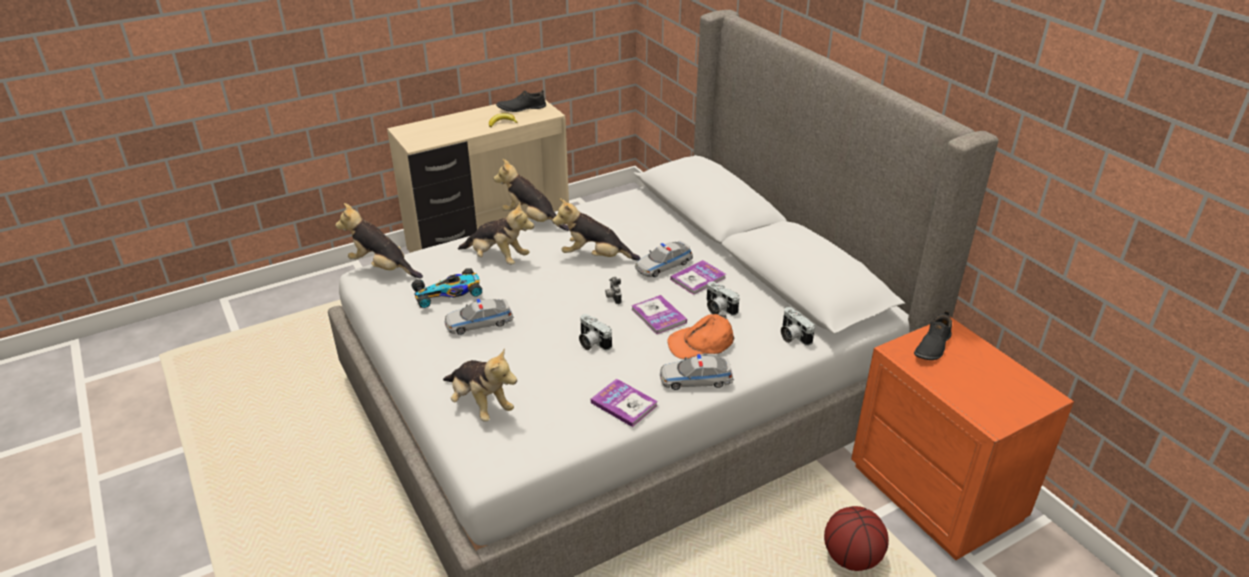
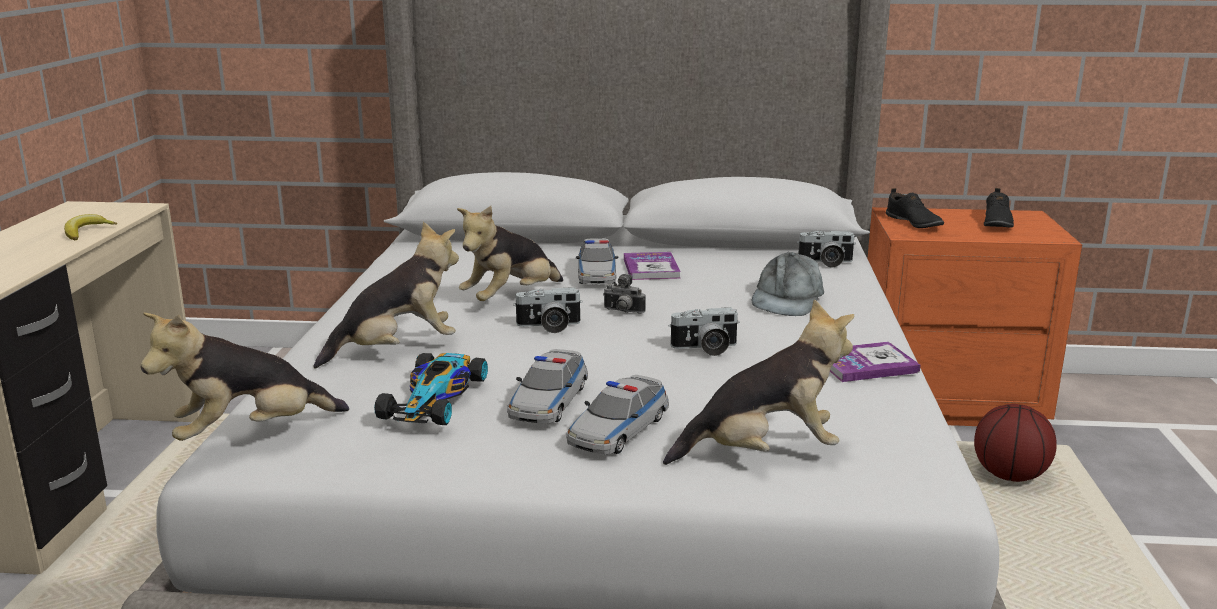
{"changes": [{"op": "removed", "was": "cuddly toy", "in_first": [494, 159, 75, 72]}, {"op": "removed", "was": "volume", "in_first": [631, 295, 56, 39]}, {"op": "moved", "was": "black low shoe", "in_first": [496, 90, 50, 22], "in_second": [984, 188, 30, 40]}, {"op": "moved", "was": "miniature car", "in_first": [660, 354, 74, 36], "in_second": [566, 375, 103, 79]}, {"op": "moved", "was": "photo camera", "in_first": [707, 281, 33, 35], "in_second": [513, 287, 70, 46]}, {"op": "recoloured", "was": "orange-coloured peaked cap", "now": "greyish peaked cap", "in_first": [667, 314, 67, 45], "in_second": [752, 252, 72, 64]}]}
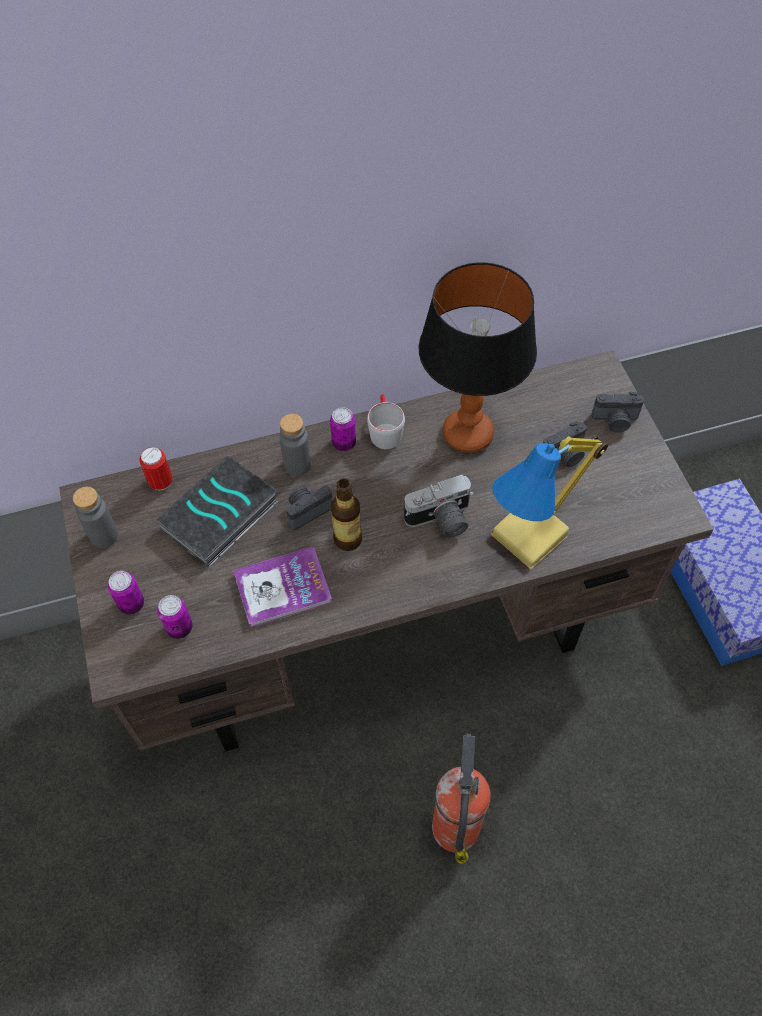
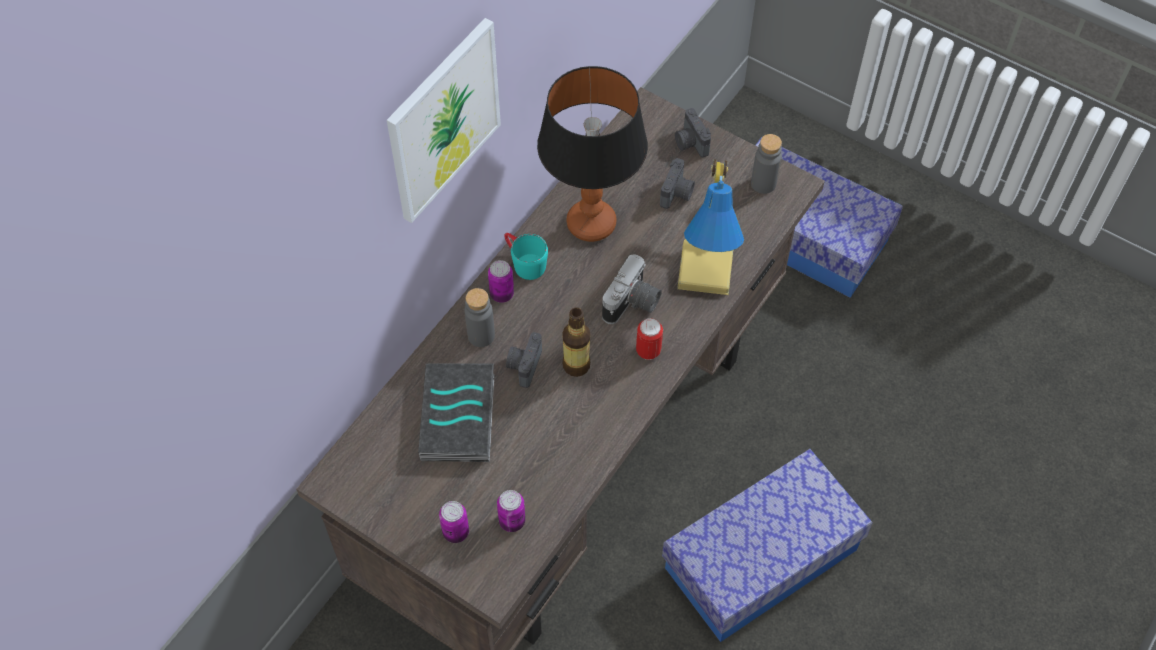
{"changes": [{"op": "removed", "was": "volume", "in_first": [233, 546, 100, 82]}, {"op": "added", "now": "wall art", "in_second": [387, 18, 114, 205]}, {"op": "moved", "was": "greyish beverage bottle", "in_first": [73, 487, 45, 61], "in_second": [751, 134, 31, 60]}, {"op": "moved", "was": "can", "in_first": [139, 447, 34, 43], "in_second": [636, 318, 27, 42]}, {"op": "replaced", "was": "fire-fighting cylinder", "now": "storage container", "in_first": [432, 733, 59, 131], "in_second": [662, 449, 211, 193]}, {"op": "recoloured", "was": "greyish tea mug", "now": "turquoise-coloured tea mug", "in_first": [367, 394, 38, 55], "in_second": [504, 233, 44, 47]}, {"op": "turned", "was": "photo camera", "in_first": [592, 392, 52, 40], "in_second": [675, 108, 36, 49], "clockwise": 105}]}
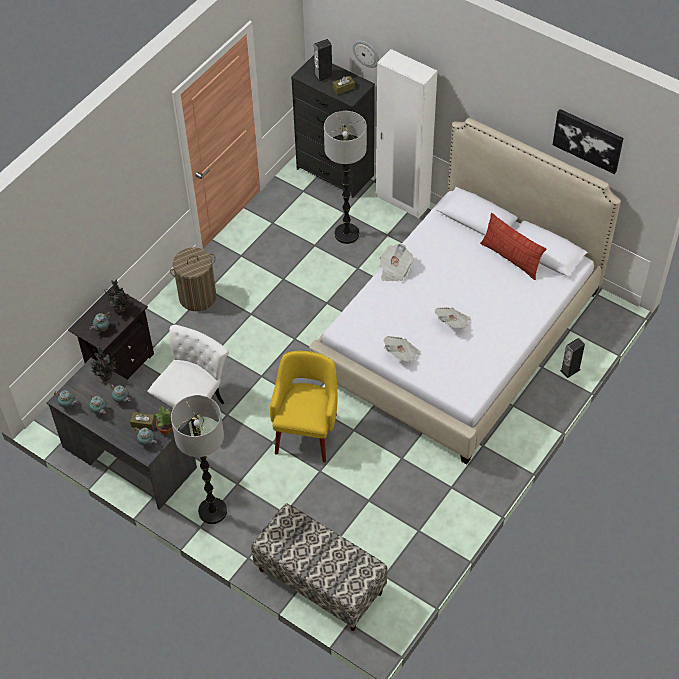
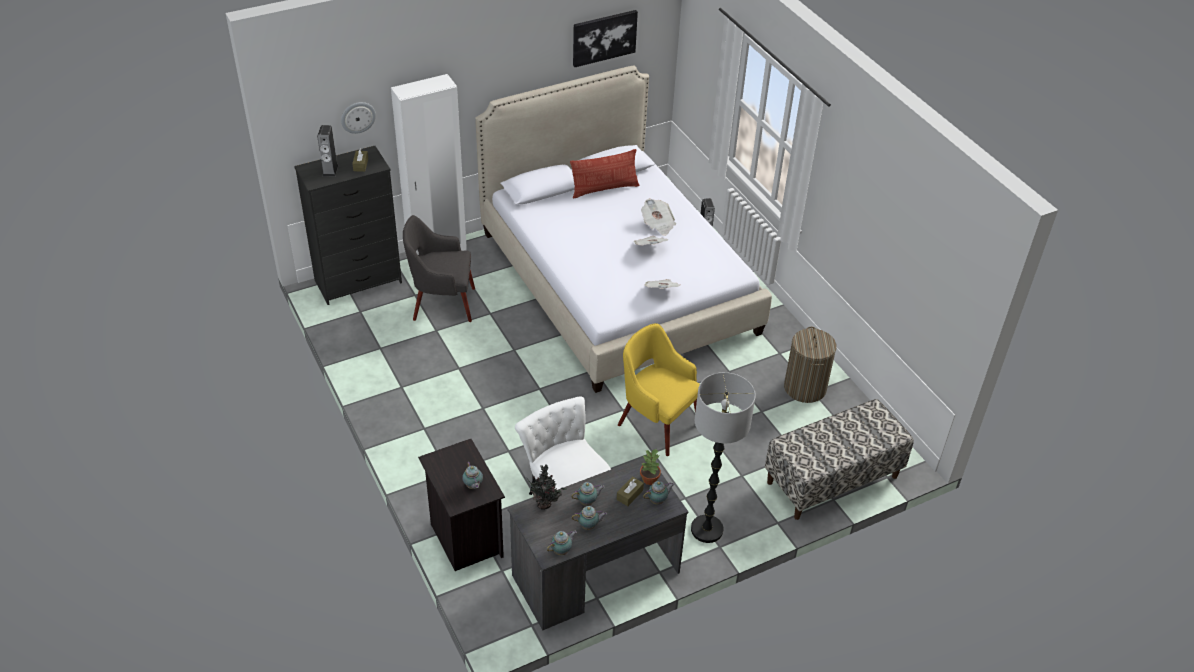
{"changes": [{"op": "removed", "was": "plant in a pot", "in_first": [102, 279, 32, 35]}, {"op": "moved", "was": "laundry basket", "in_first": [170, 247, 46, 64], "in_second": [784, 327, 53, 76]}, {"op": "moved", "was": "daily paper", "in_first": [379, 244, 35, 37], "in_second": [641, 198, 35, 38]}, {"op": "replaced", "was": "standing lamp", "now": "greyish lounge chair", "in_first": [324, 111, 43, 133], "in_second": [403, 215, 72, 107]}]}
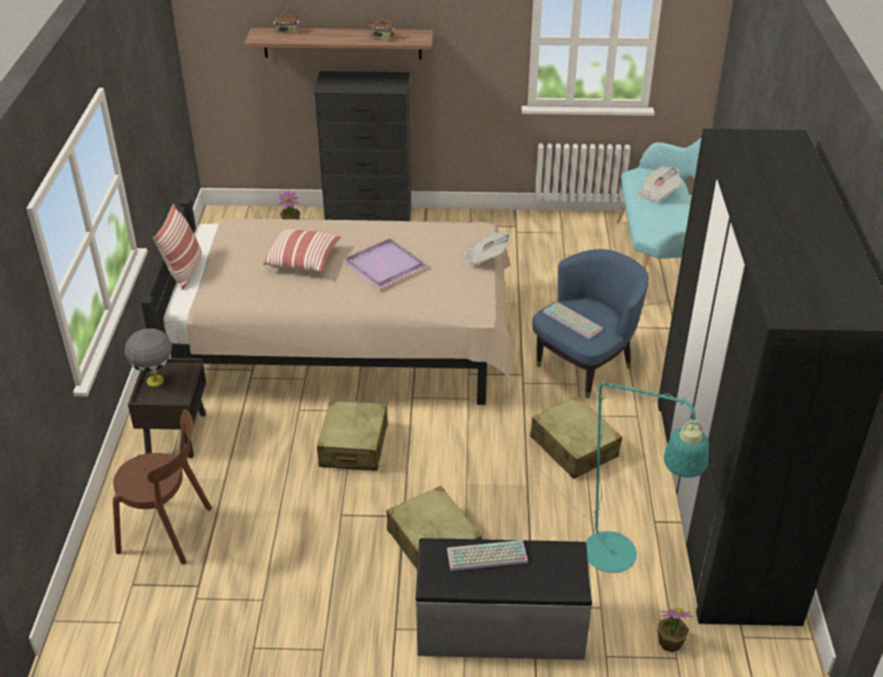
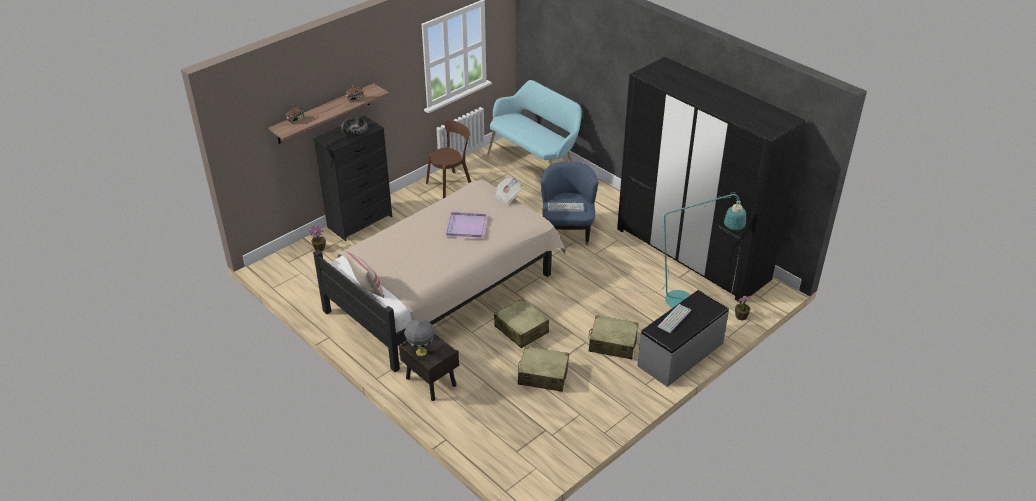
{"changes": [{"op": "removed", "was": "throw pillow", "in_first": [263, 229, 78, 43]}, {"op": "removed", "was": "daily paper", "in_first": [636, 166, 45, 36]}, {"op": "added", "now": "serving bowl", "in_second": [341, 118, 27, 18]}, {"op": "moved", "was": "brown upright chair", "in_first": [113, 409, 99, 156], "in_second": [426, 120, 45, 78]}, {"op": "moved", "was": "sand-coloured piece of luggage", "in_first": [530, 396, 92, 83], "in_second": [518, 346, 51, 46]}]}
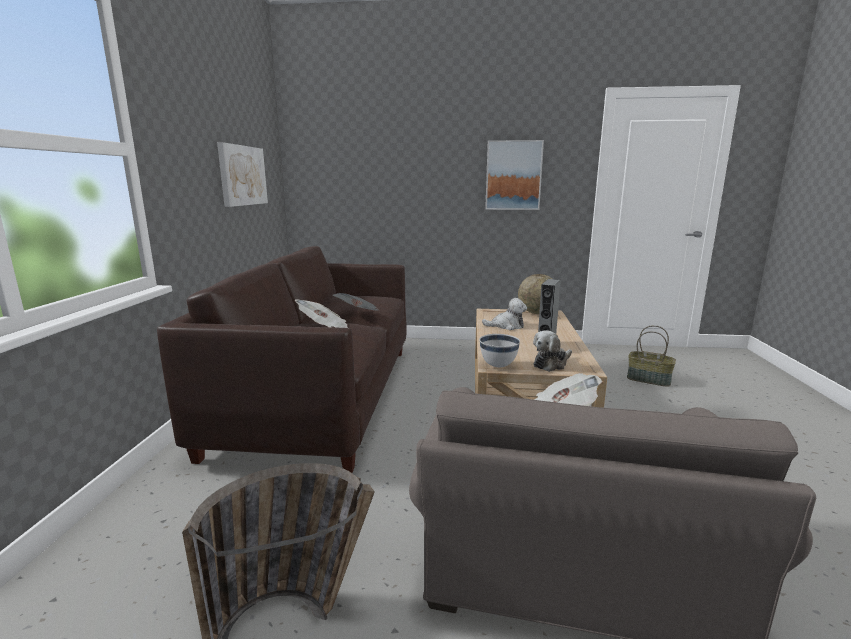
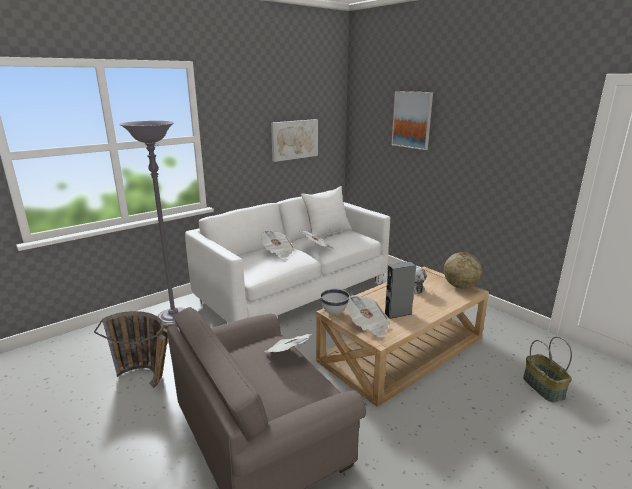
{"changes": [{"op": "added", "now": "greyish standing lamp", "in_second": [119, 121, 67, 206]}, {"op": "added", "now": "white-coloured throw pillow", "in_second": [301, 186, 51, 52]}, {"op": "moved", "was": "wall art", "in_first": [485, 140, 59, 70], "in_second": [392, 91, 41, 59]}, {"op": "replaced", "was": "cuddly toy", "now": "daily paper", "in_first": [533, 330, 39, 42], "in_second": [346, 295, 44, 43]}, {"op": "recoloured", "was": "brown couch", "now": "white-coloured couch", "in_first": [157, 246, 250, 227], "in_second": [185, 190, 205, 133]}]}
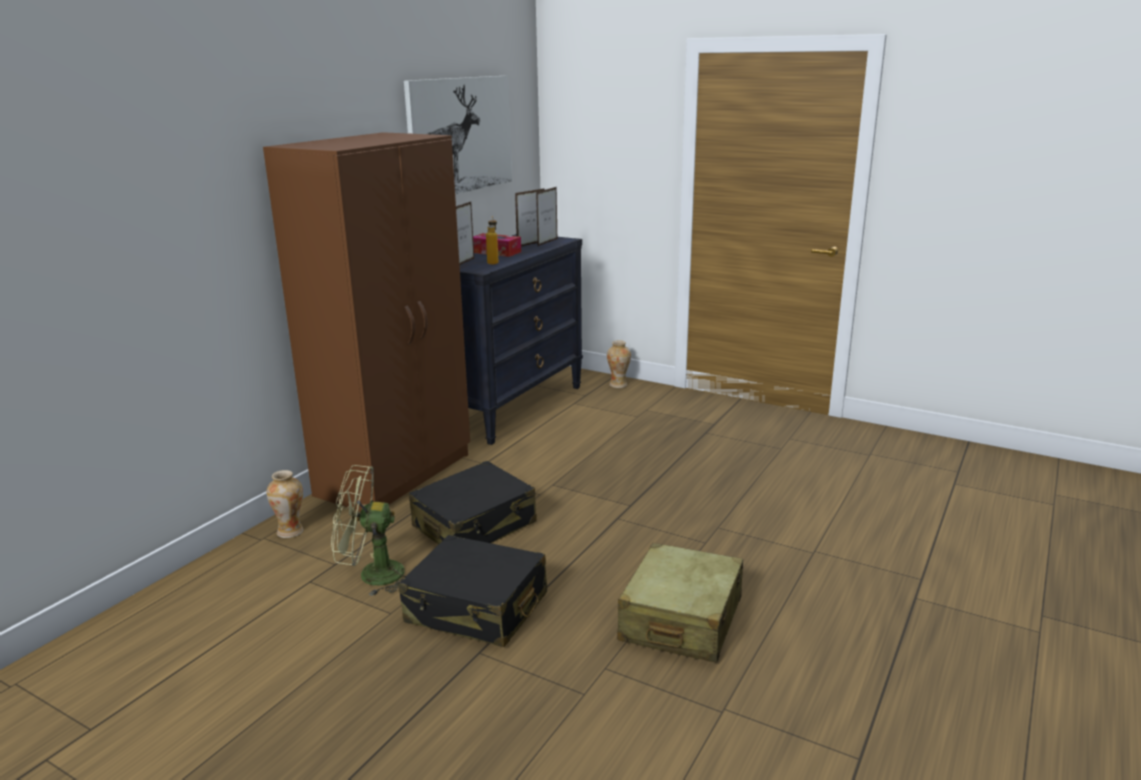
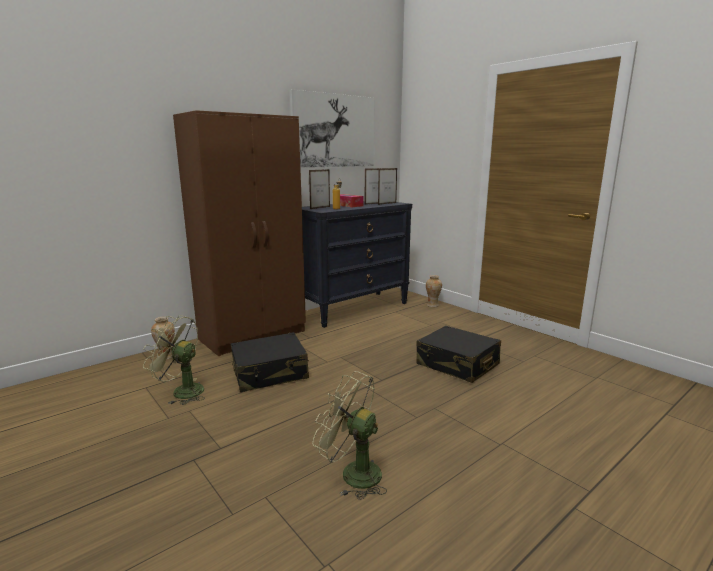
{"changes": [{"op": "moved", "was": "black piece of luggage", "in_first": [398, 535, 149, 112], "in_second": [416, 326, 85, 57]}, {"op": "replaced", "was": "sand-coloured piece of luggage", "now": "greenish cooling fan", "in_first": [617, 543, 126, 120], "in_second": [312, 371, 75, 129]}]}
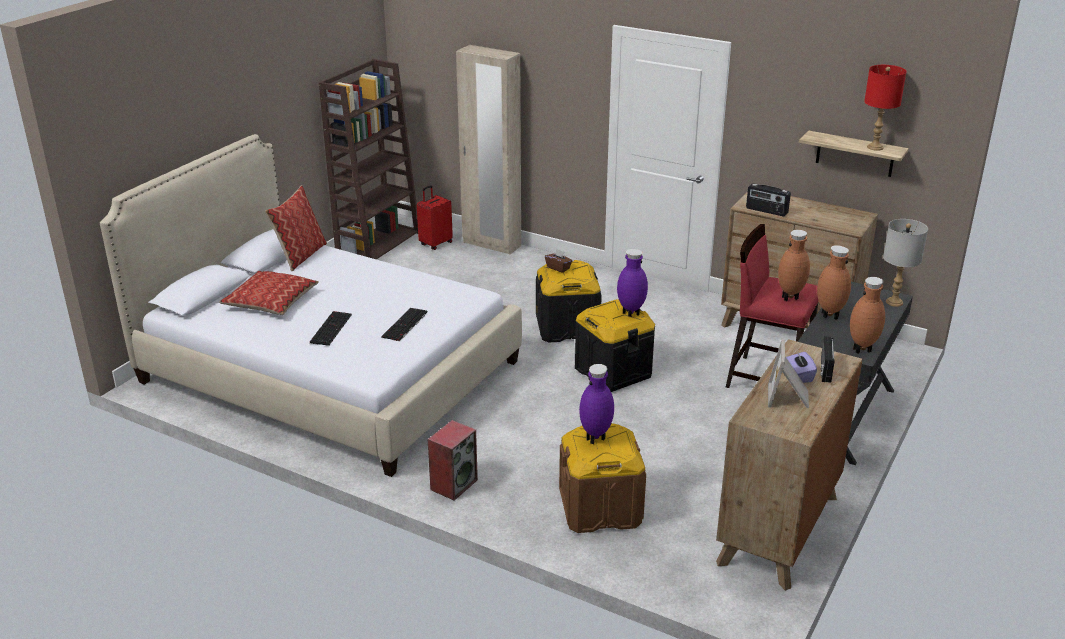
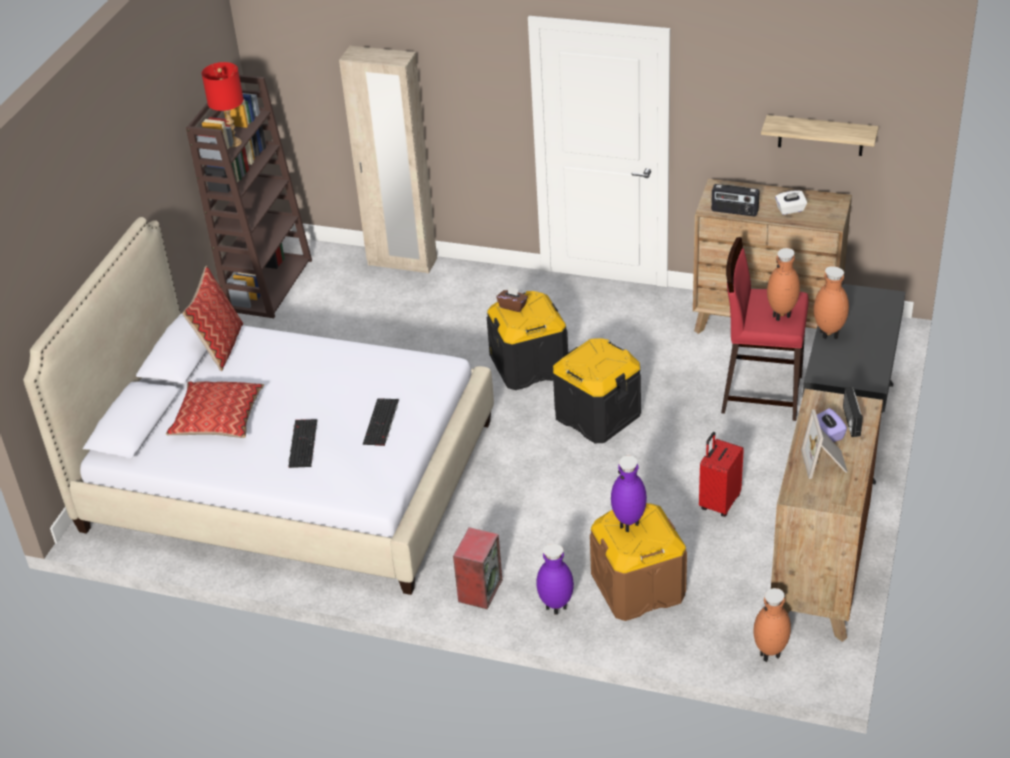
{"changes": [{"op": "removed", "was": "greyish tabletop lamp", "in_first": [883, 219, 45, 88]}, {"op": "added", "now": "white-coloured tissue box", "in_second": [775, 190, 32, 25]}, {"op": "moved", "was": "red piece of luggage", "in_first": [417, 185, 36, 65], "in_second": [699, 432, 45, 85]}, {"op": "moved", "was": "purplish vase", "in_first": [617, 249, 31, 68], "in_second": [536, 544, 38, 70]}, {"op": "moved", "was": "brown vase", "in_first": [850, 277, 35, 77], "in_second": [753, 588, 38, 74]}, {"op": "moved", "was": "red tabletop lamp", "in_first": [864, 65, 43, 86], "in_second": [201, 62, 43, 85]}]}
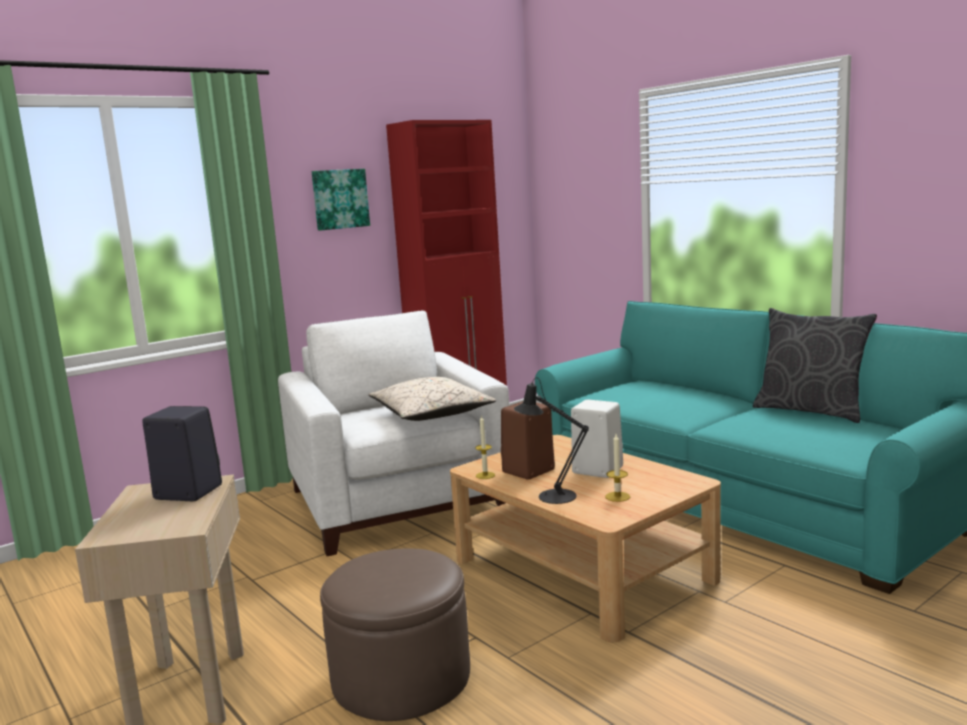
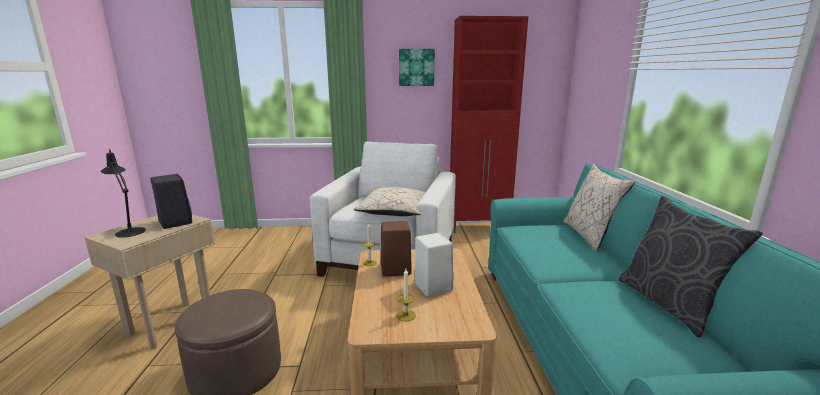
{"changes": [{"op": "added", "now": "sand-coloured throw pillow", "in_second": [563, 164, 72, 88]}, {"op": "moved", "was": "black tabletop lamp", "in_first": [514, 377, 75, 127], "in_second": [101, 149, 45, 89]}]}
